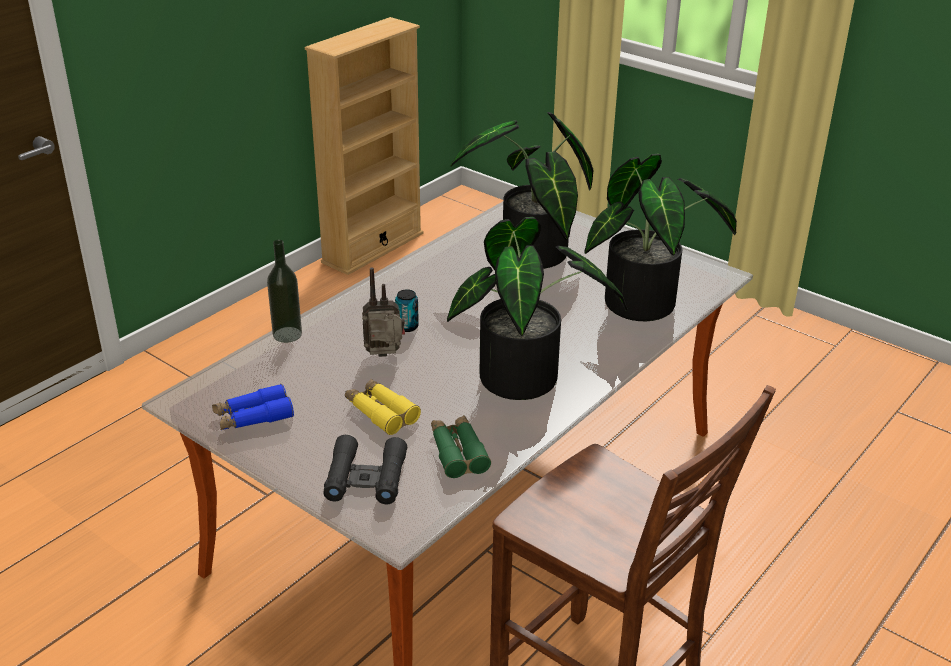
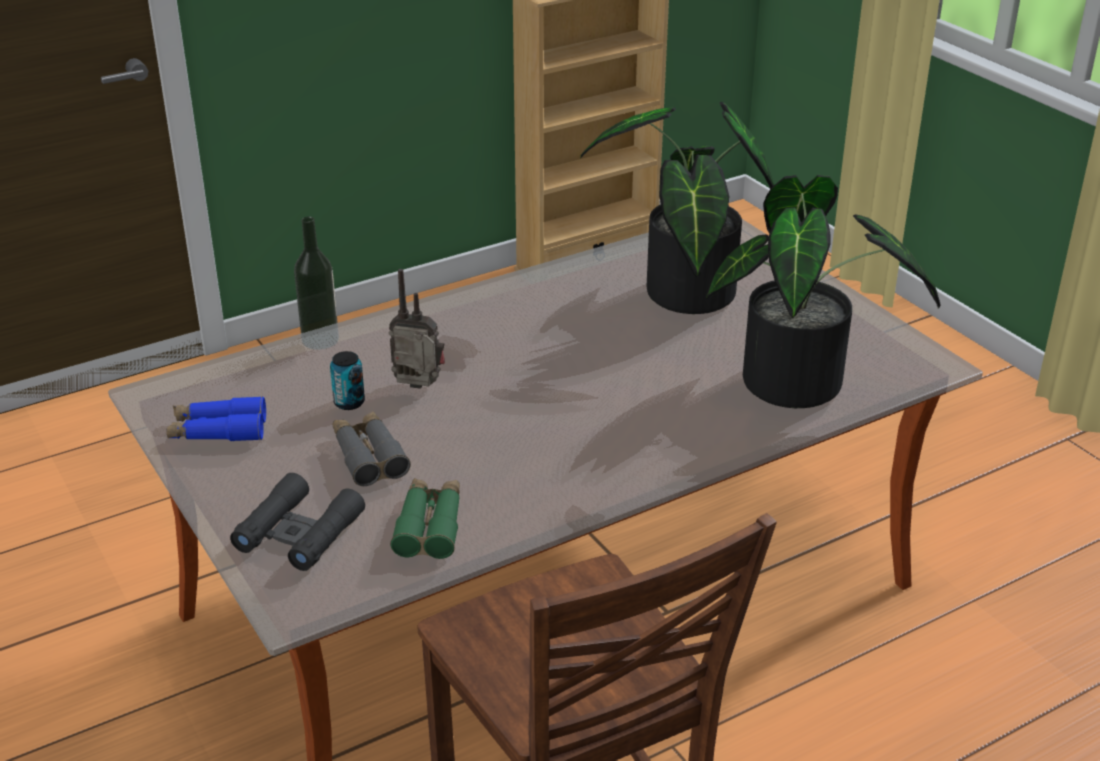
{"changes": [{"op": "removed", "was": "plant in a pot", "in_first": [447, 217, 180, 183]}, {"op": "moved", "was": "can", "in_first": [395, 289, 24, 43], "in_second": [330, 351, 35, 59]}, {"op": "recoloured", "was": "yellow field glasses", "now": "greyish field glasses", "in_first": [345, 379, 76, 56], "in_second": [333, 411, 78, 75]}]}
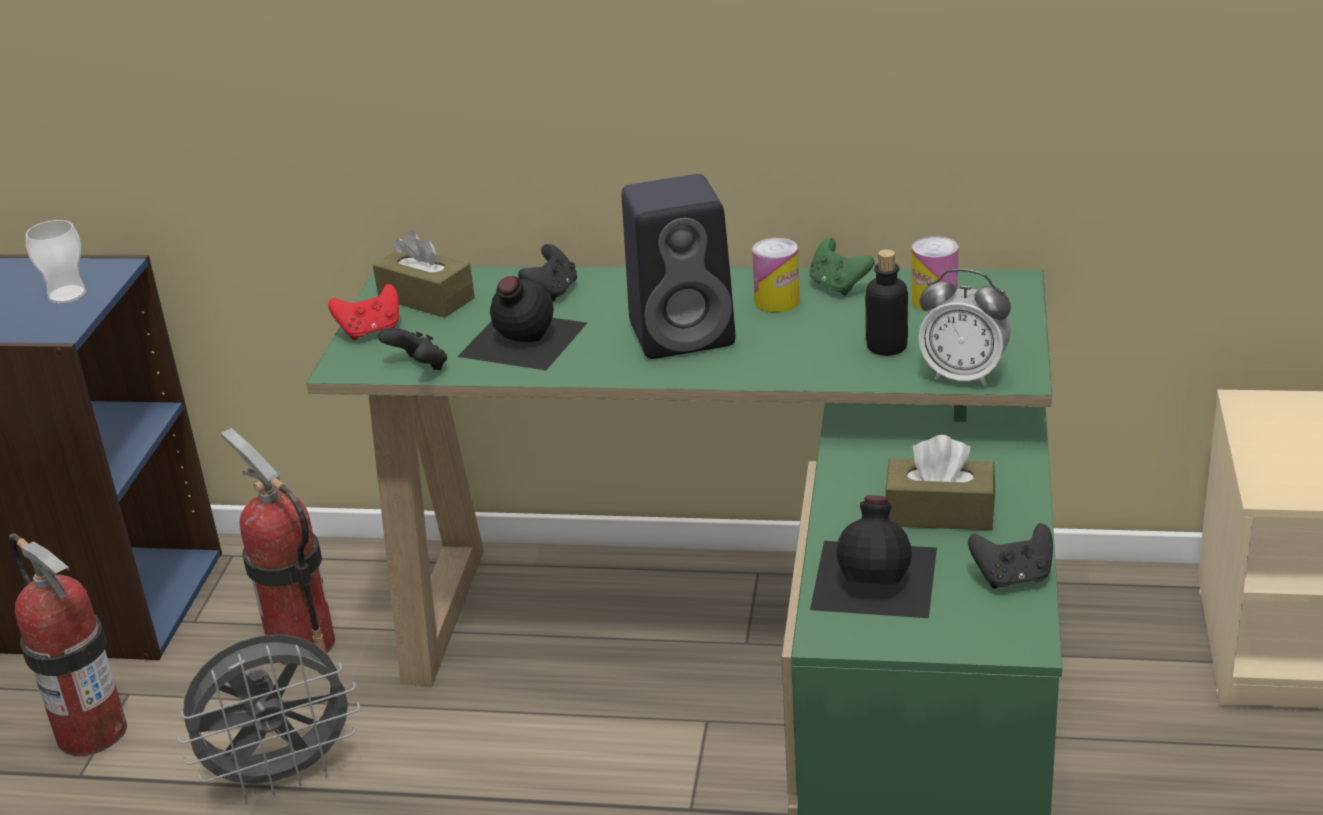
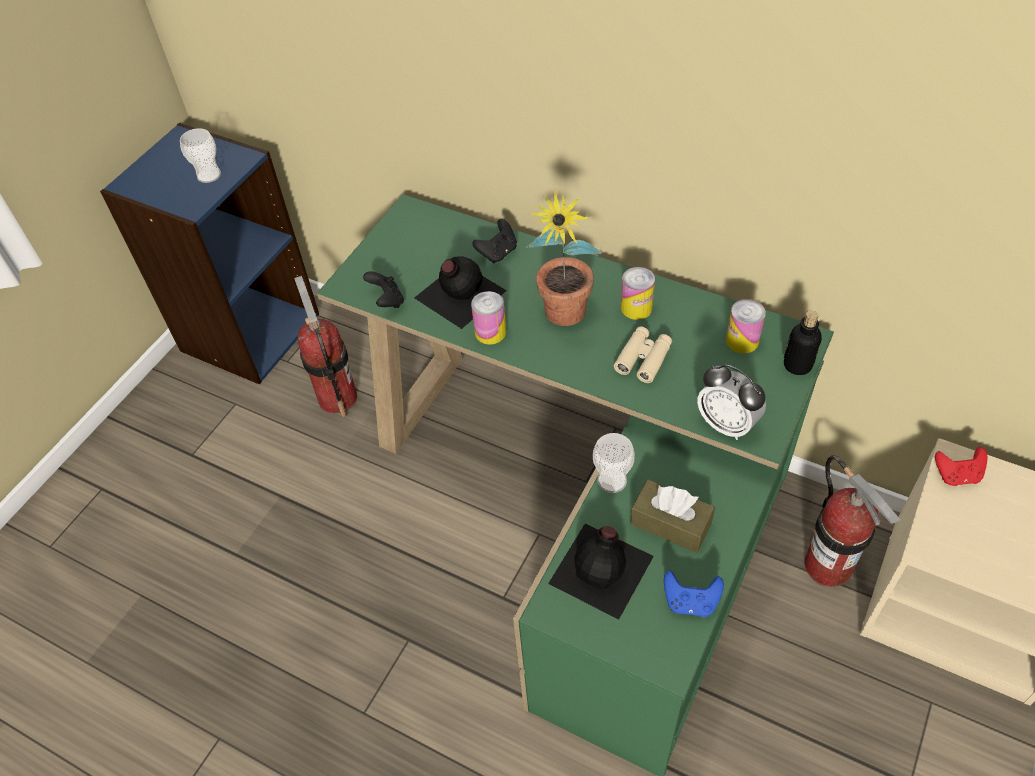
{"changes": [{"op": "removed", "was": "greyish cooling fan", "in_first": [177, 634, 183, 163]}, {"op": "removed", "was": "brown tissue box", "in_first": [373, 231, 102, 87]}, {"op": "removed", "was": "greenish game controller", "in_first": [809, 238, 66, 58]}, {"op": "added", "now": "can", "in_second": [471, 291, 36, 54]}, {"op": "added", "now": "small cup", "in_second": [593, 433, 42, 60]}, {"op": "added", "now": "sand-coloured field glasses", "in_second": [614, 326, 58, 57]}, {"op": "moved", "was": "fire-fighting cylinder", "in_first": [9, 533, 118, 223], "in_second": [804, 455, 97, 132]}, {"op": "moved", "was": "red game controller", "in_first": [328, 284, 71, 56], "in_second": [935, 447, 52, 39]}, {"op": "moved", "was": "beverage bottle", "in_first": [865, 249, 43, 107], "in_second": [784, 311, 38, 64]}, {"op": "replaced", "was": "black loudspeaker", "now": "plant in a pot", "in_first": [622, 174, 113, 185], "in_second": [526, 189, 76, 137]}, {"op": "recoloured", "was": "black game controller", "now": "blue-coloured game controller", "in_first": [968, 523, 85, 66], "in_second": [664, 570, 60, 47]}]}
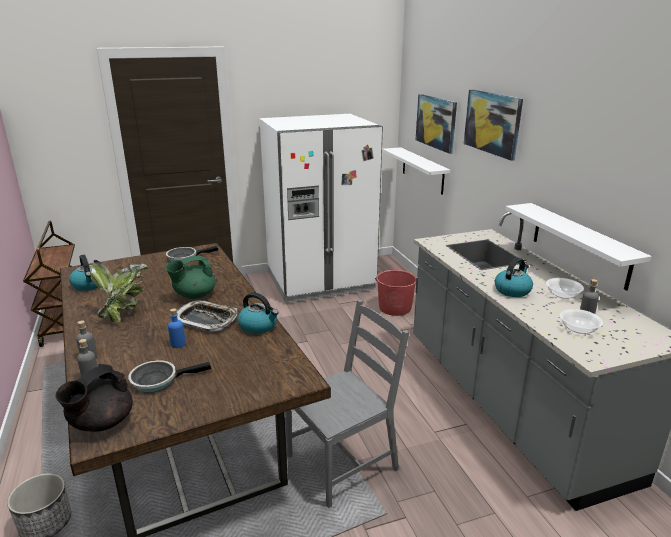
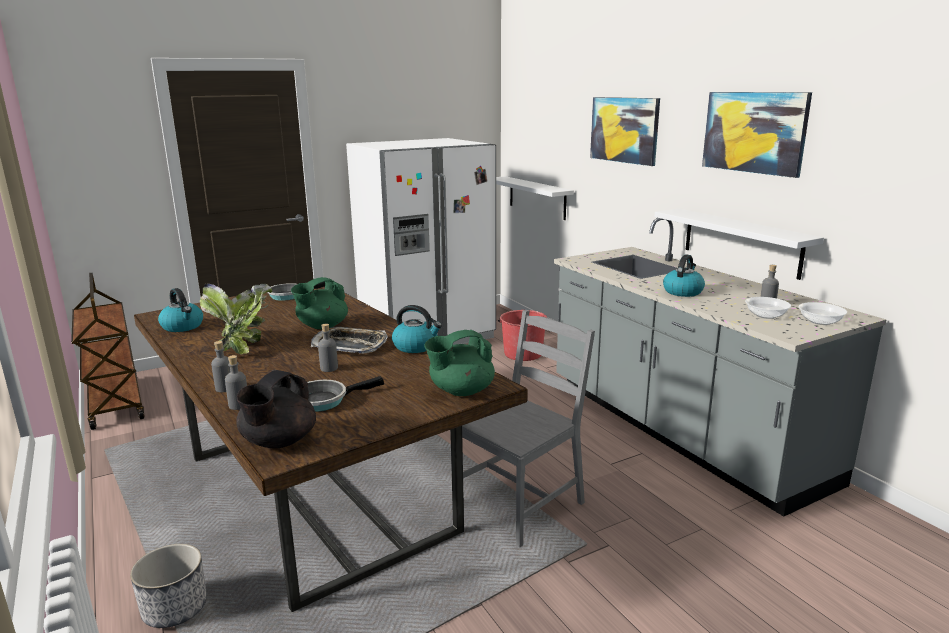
{"changes": [{"op": "added", "now": "greenish tea pot", "in_second": [425, 330, 70, 66]}, {"op": "moved", "was": "wall art", "in_first": [416, 94, 41, 60], "in_second": [702, 92, 110, 86]}, {"op": "moved", "was": "serving bowl", "in_first": [546, 278, 38, 21], "in_second": [799, 302, 48, 23]}, {"op": "recoloured", "was": "blue-coloured beverage bottle", "now": "greyish beverage bottle", "in_first": [168, 308, 18, 40], "in_second": [318, 324, 20, 48]}]}
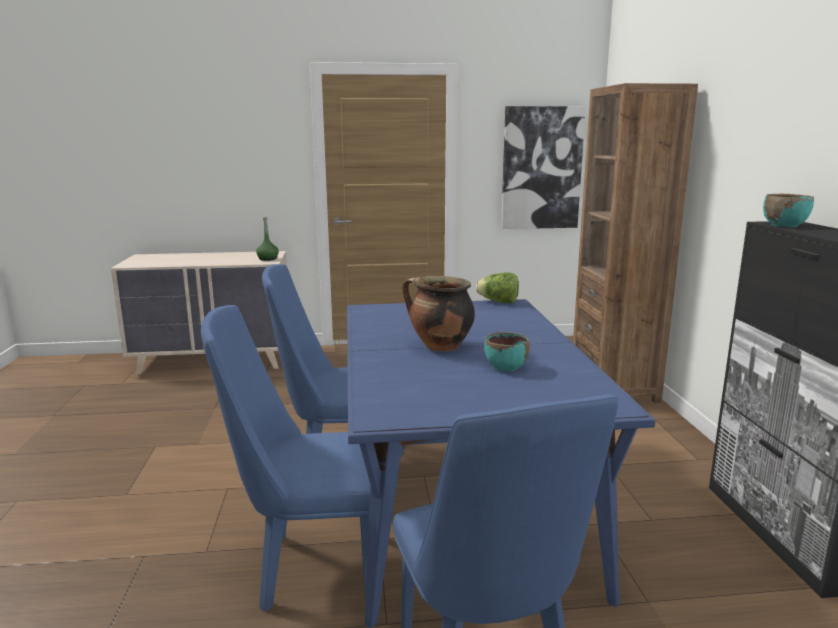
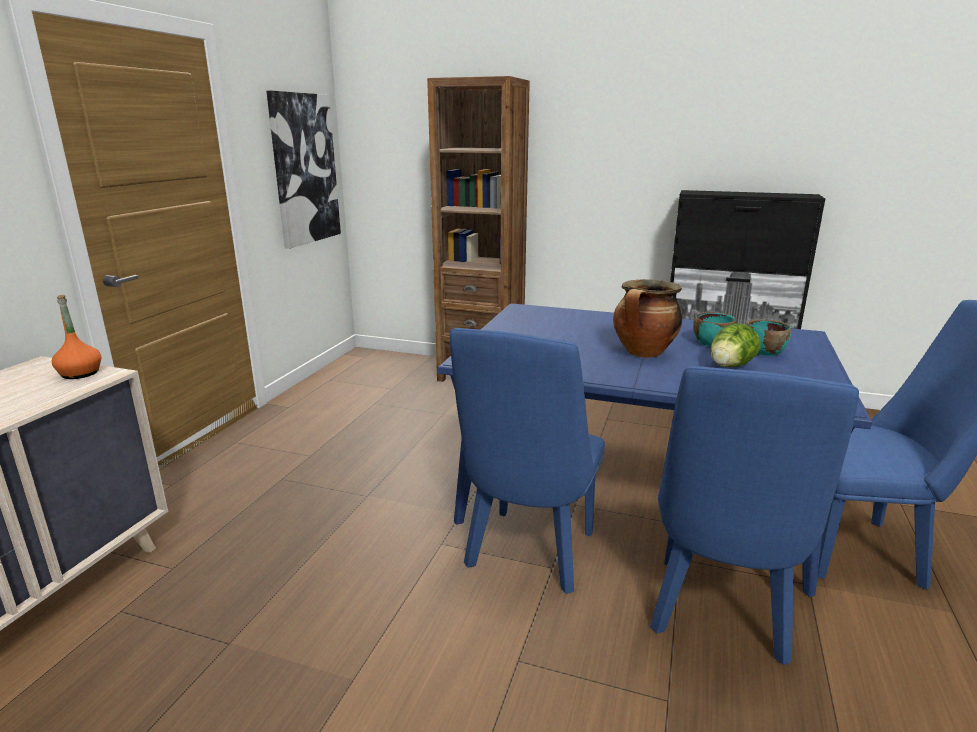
{"changes": [{"op": "moved", "was": "lettuce", "in_first": [476, 272, 43, 31], "in_second": [711, 323, 49, 44]}, {"op": "moved", "was": "turquoise-coloured serving bowl", "in_first": [763, 194, 51, 33], "in_second": [747, 319, 44, 37]}, {"op": "recoloured", "was": "greenish beverage bottle", "now": "orange-coloured beverage bottle", "in_first": [256, 217, 23, 44], "in_second": [52, 295, 49, 84]}]}
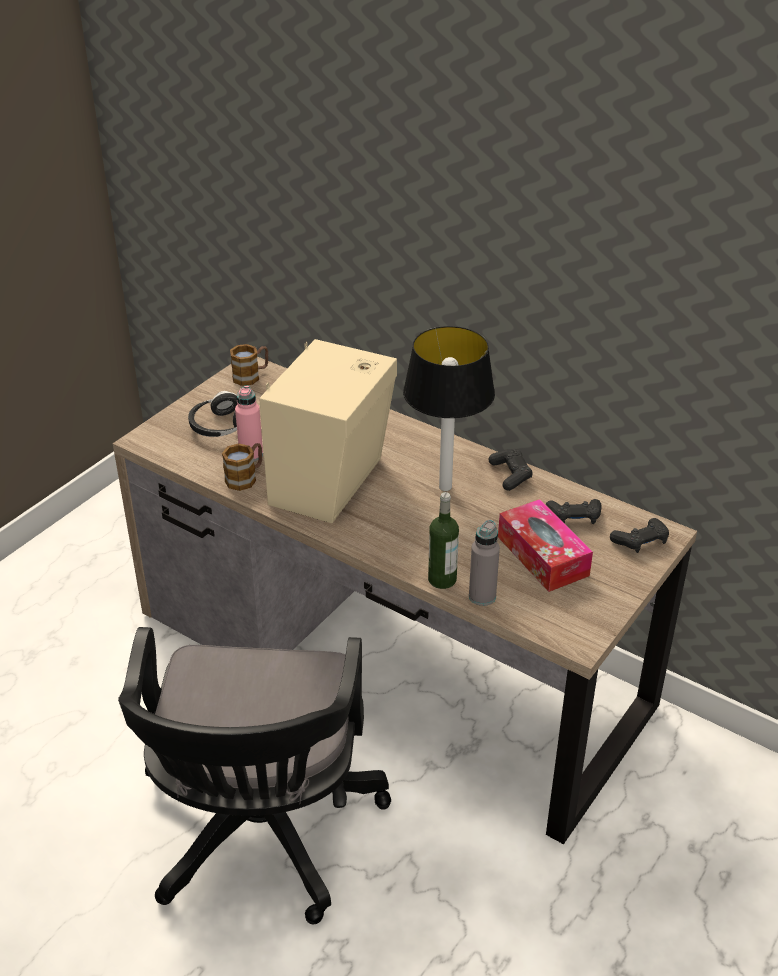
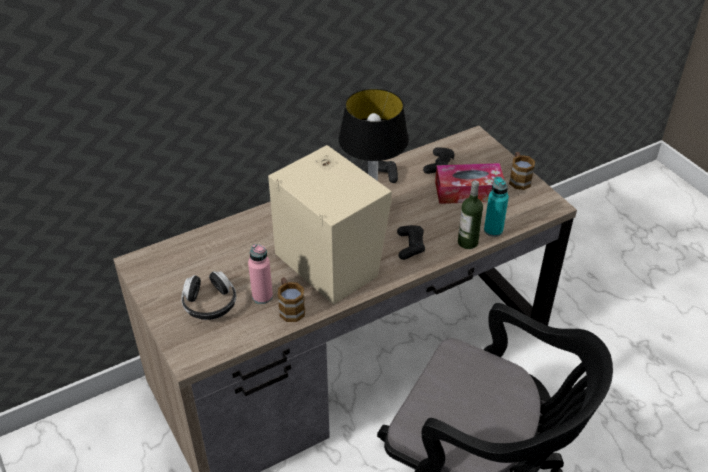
{"changes": [{"op": "moved", "was": "tea mug", "in_first": [230, 344, 38, 42], "in_second": [509, 152, 26, 38]}, {"op": "moved", "was": "black game controller", "in_first": [610, 518, 59, 35], "in_second": [397, 225, 28, 35]}, {"op": "recoloured", "was": "greyish beverage bottle", "now": "turquoise-coloured beverage bottle", "in_first": [469, 520, 31, 86], "in_second": [484, 176, 25, 61]}]}
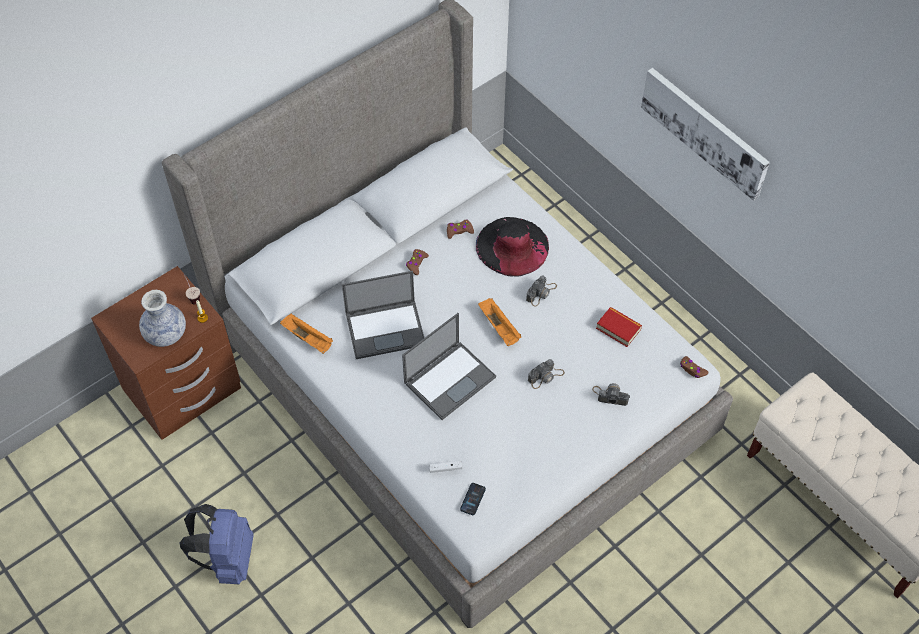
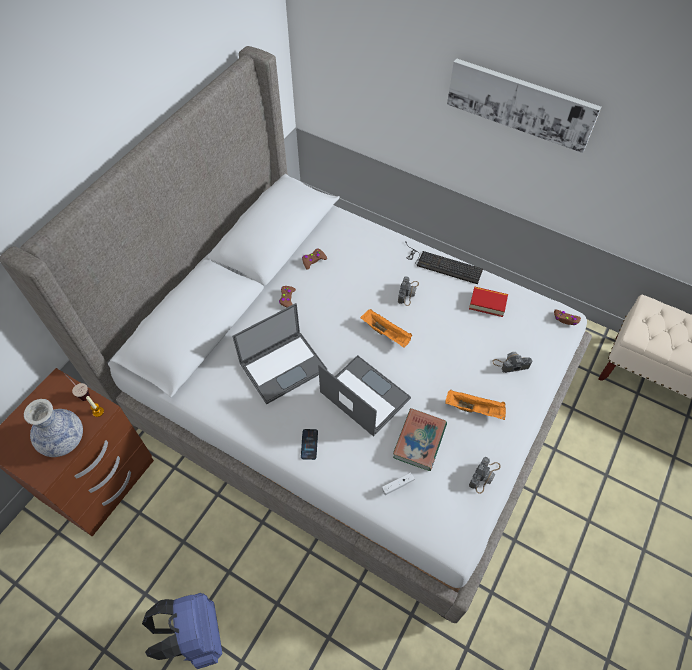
{"changes": [{"op": "removed", "was": "black hat", "in_first": [476, 217, 73, 60]}, {"op": "added", "now": "volume", "in_second": [393, 408, 54, 63]}, {"op": "added", "now": "keyboard", "in_second": [405, 241, 78, 43]}, {"op": "moved", "was": "orange-coloured tray", "in_first": [280, 314, 53, 40], "in_second": [445, 390, 61, 30]}, {"op": "moved", "was": "phone", "in_first": [460, 483, 26, 32], "in_second": [301, 429, 17, 31]}, {"op": "moved", "was": "photo camera", "in_first": [528, 359, 37, 30], "in_second": [469, 457, 32, 37]}, {"op": "turned", "was": "laptop", "in_first": [402, 313, 94, 107], "in_second": [318, 355, 93, 81], "clockwise": -75}]}
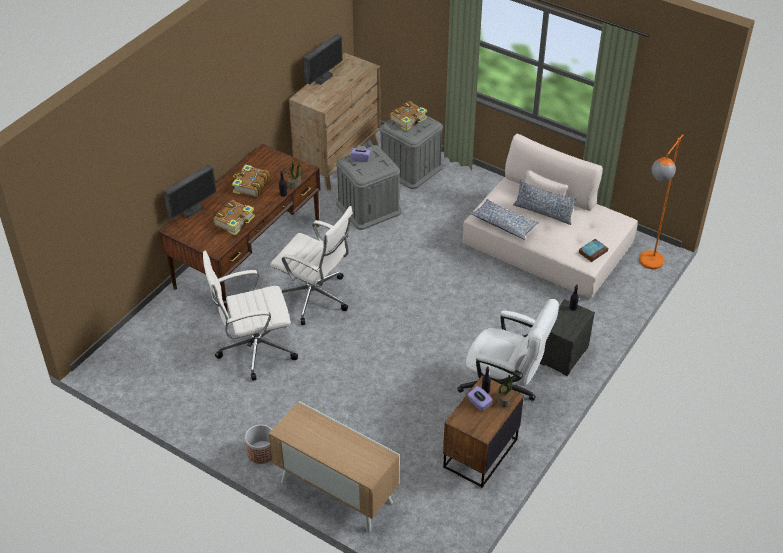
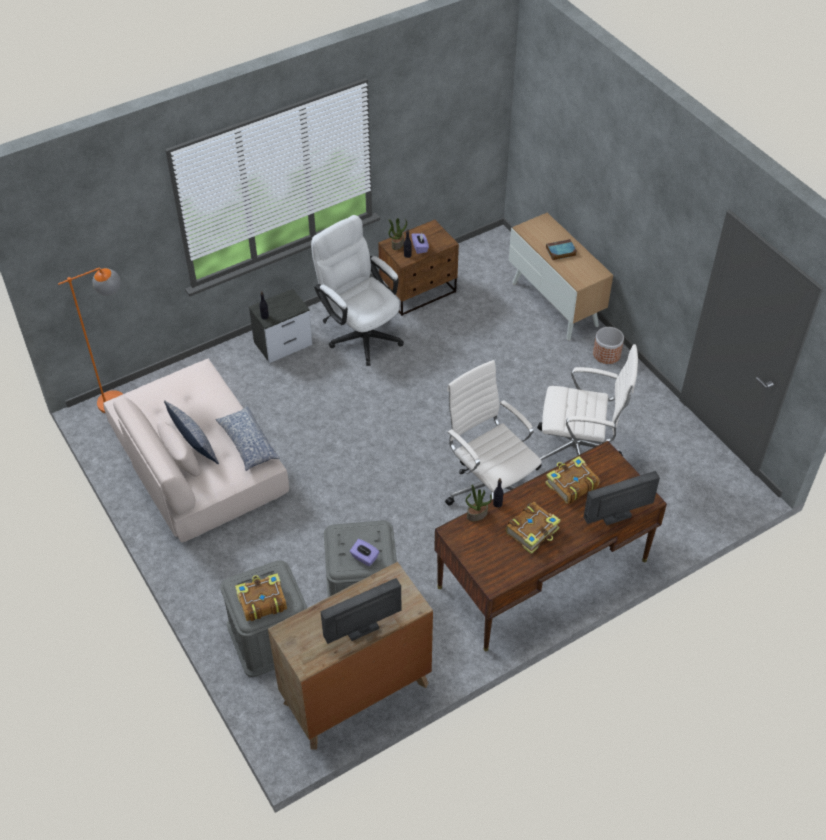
{"changes": [{"op": "moved", "was": "volume", "in_first": [579, 239, 29, 23], "in_second": [546, 239, 31, 21]}]}
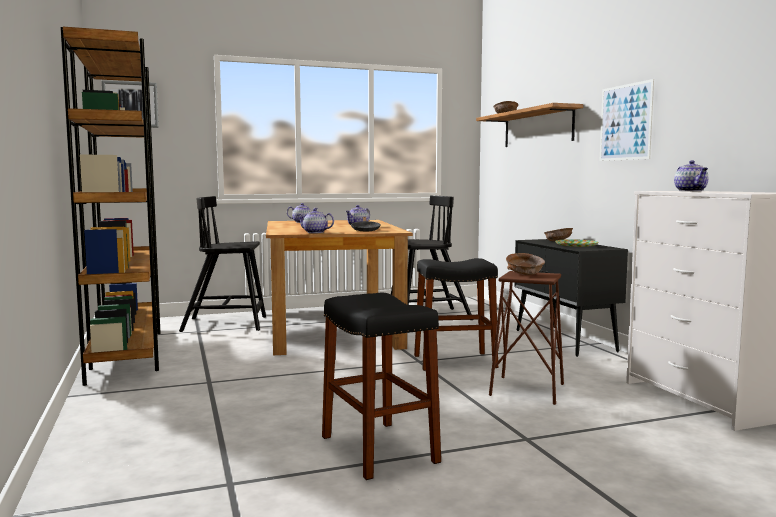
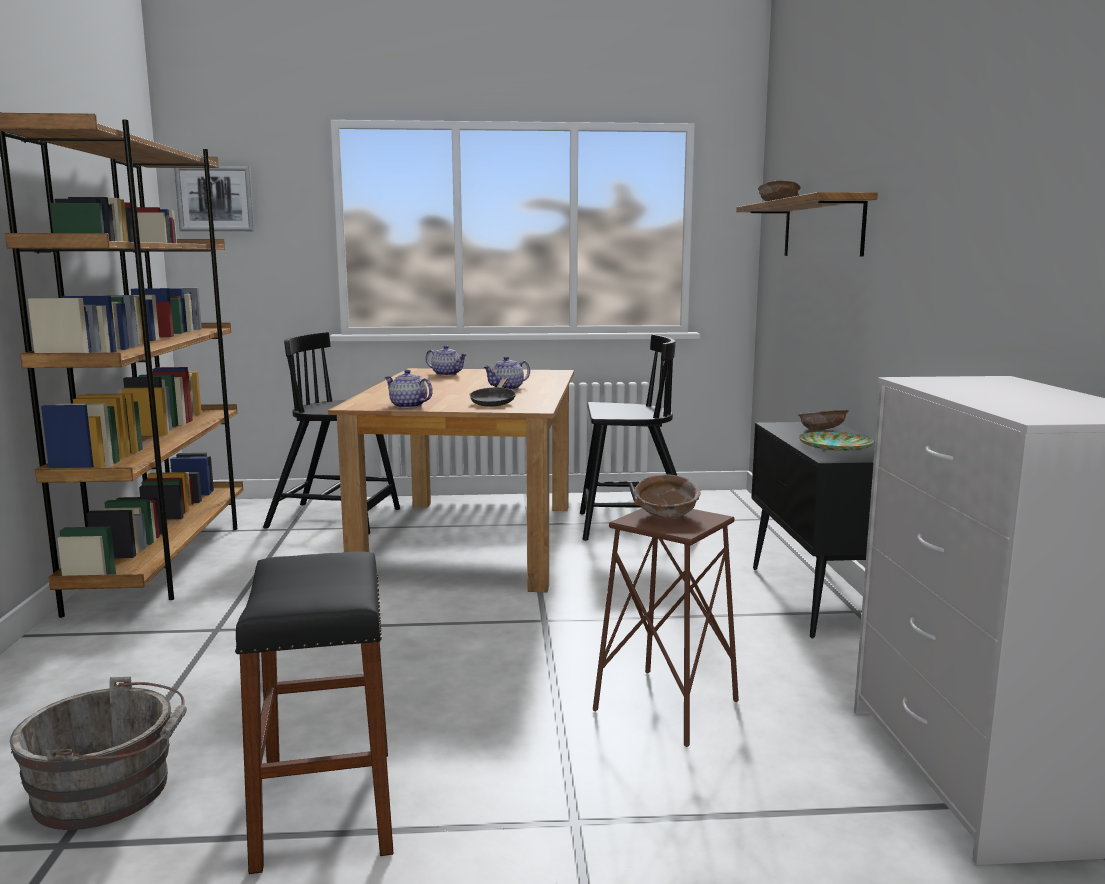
{"changes": [{"op": "removed", "was": "black stool", "in_first": [414, 258, 84, 113]}, {"op": "removed", "was": "wall art", "in_first": [600, 79, 54, 82]}, {"op": "removed", "was": "tea pot", "in_first": [674, 160, 34, 31]}, {"op": "added", "now": "greyish water bucket", "in_second": [10, 677, 177, 153]}]}
